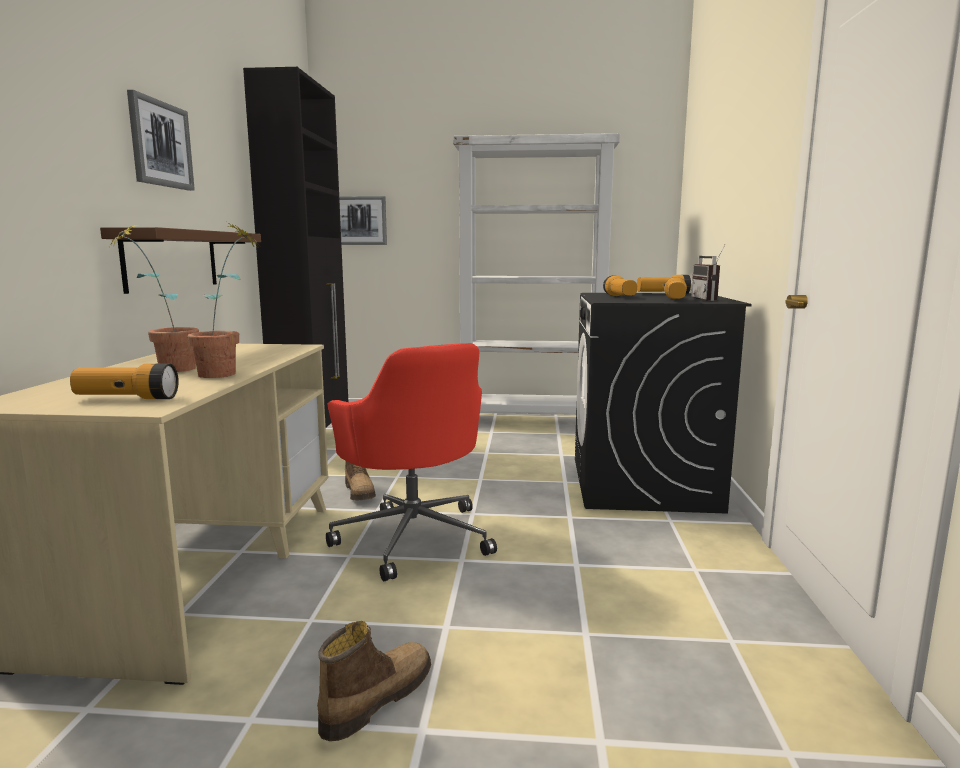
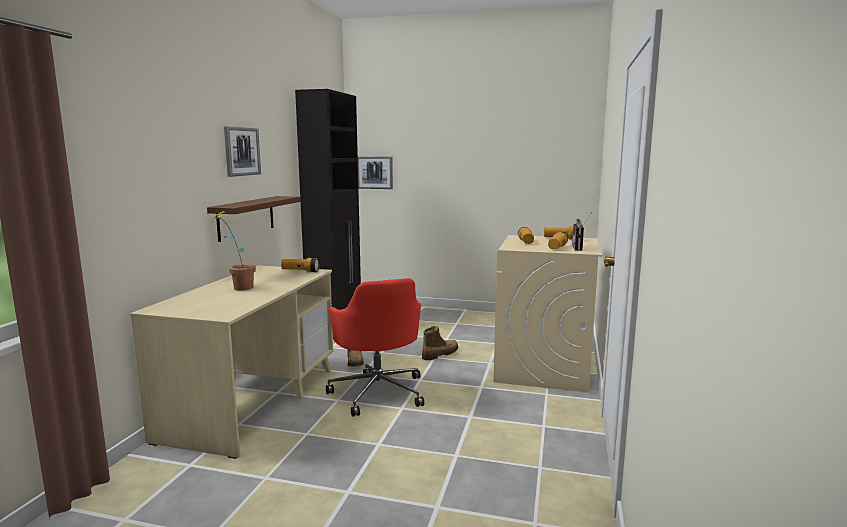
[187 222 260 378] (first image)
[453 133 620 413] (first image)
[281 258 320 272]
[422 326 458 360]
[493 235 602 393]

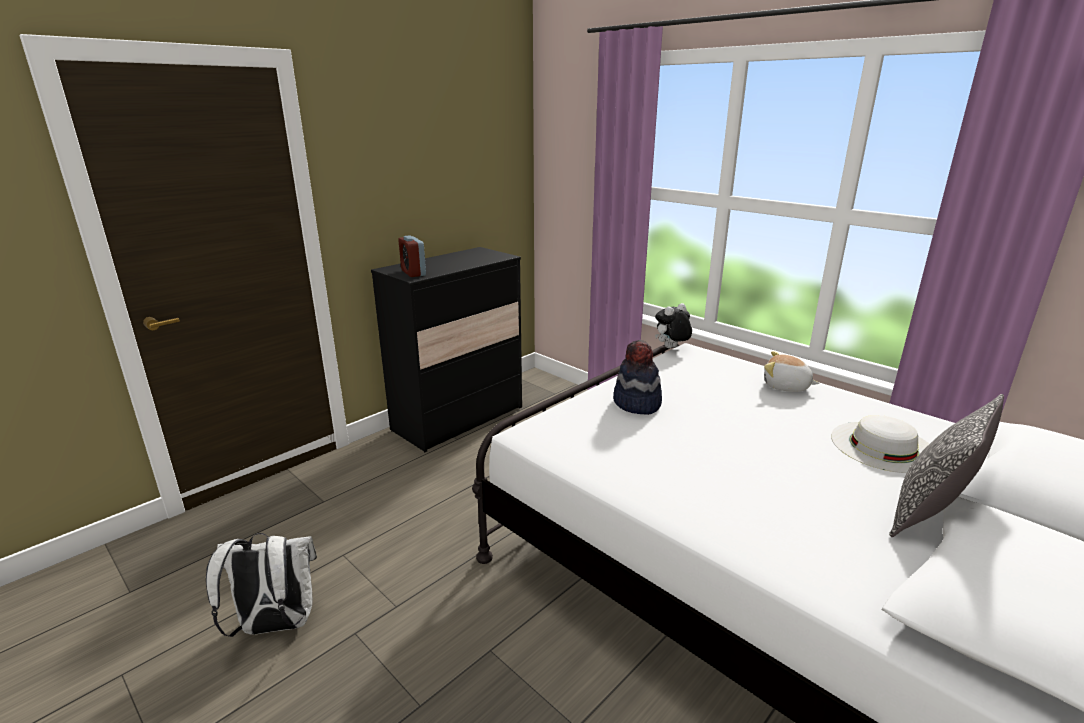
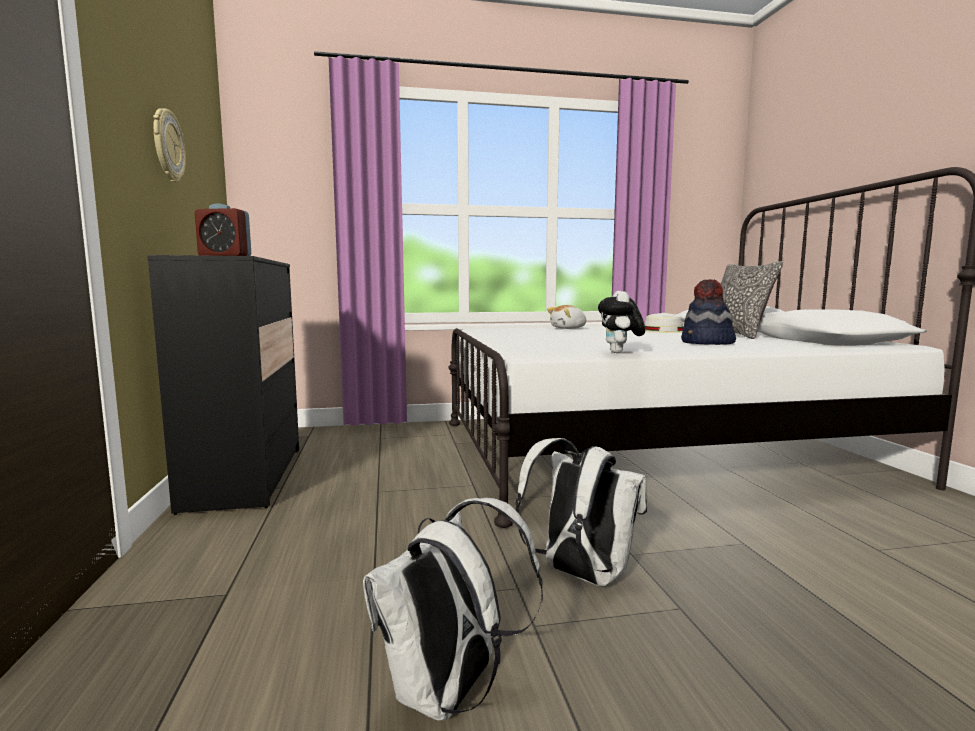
[153 108 186 182]
[515 438 647 586]
[681 279 736 345]
[598 291 645 353]

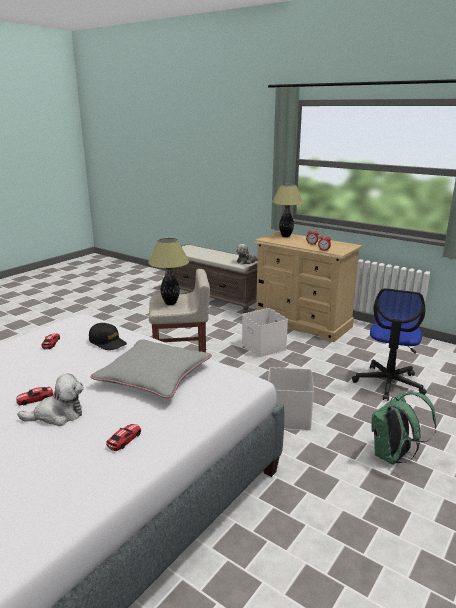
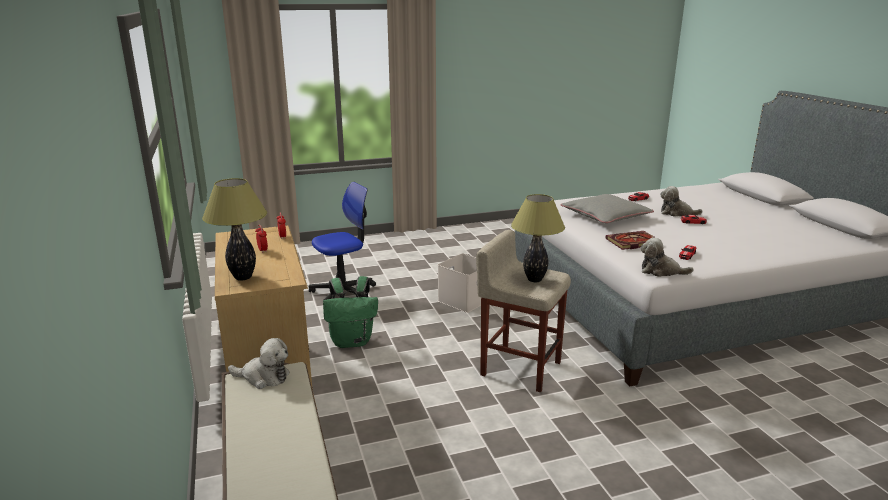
[242 308 288 358] (first image)
[640 237 694 277]
[323 276 378 348]
[605 231 656 250]

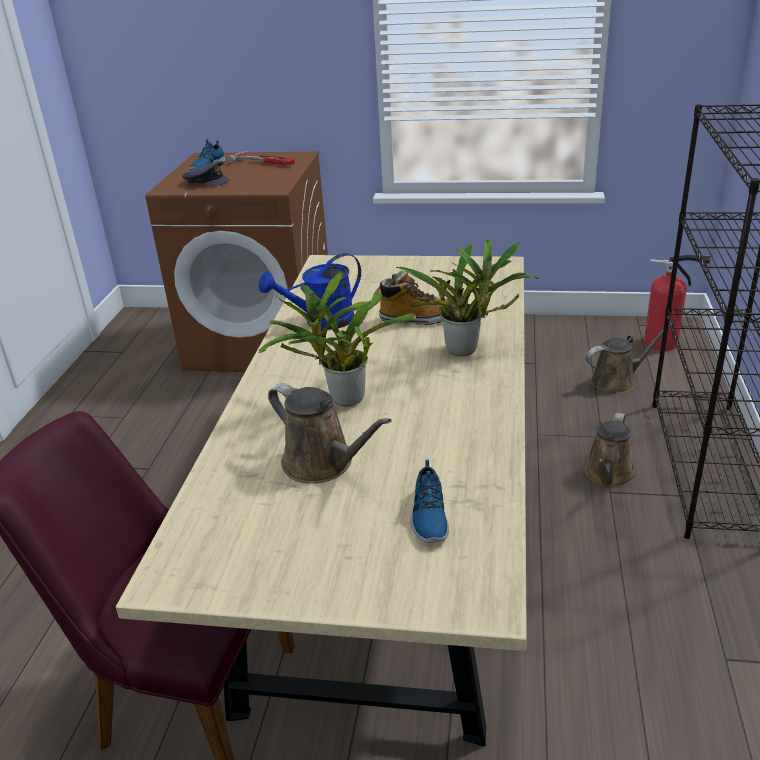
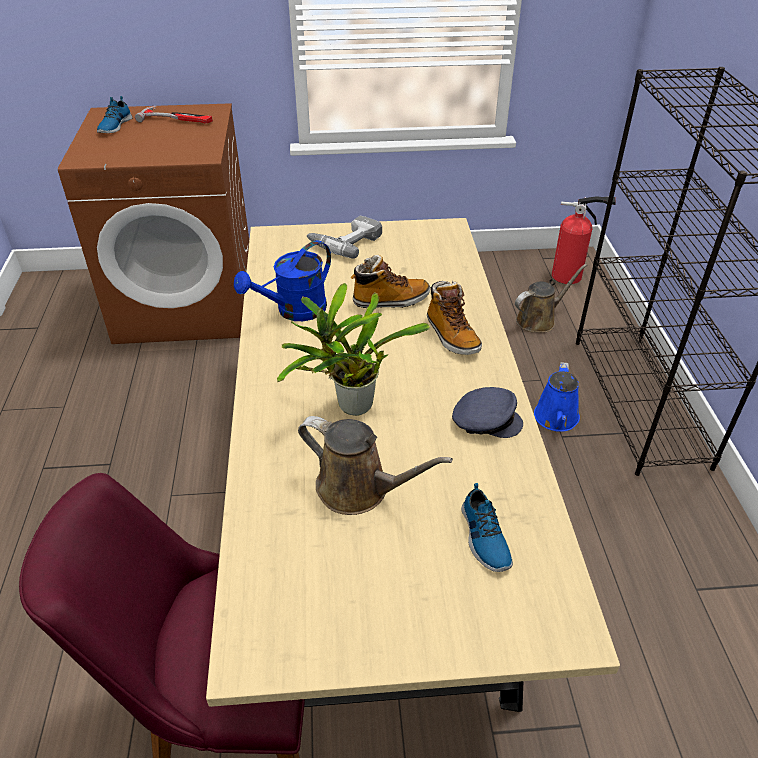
[307 216 382 259]
[452 387 523 438]
[427 281 482 355]
[534 362 580 432]

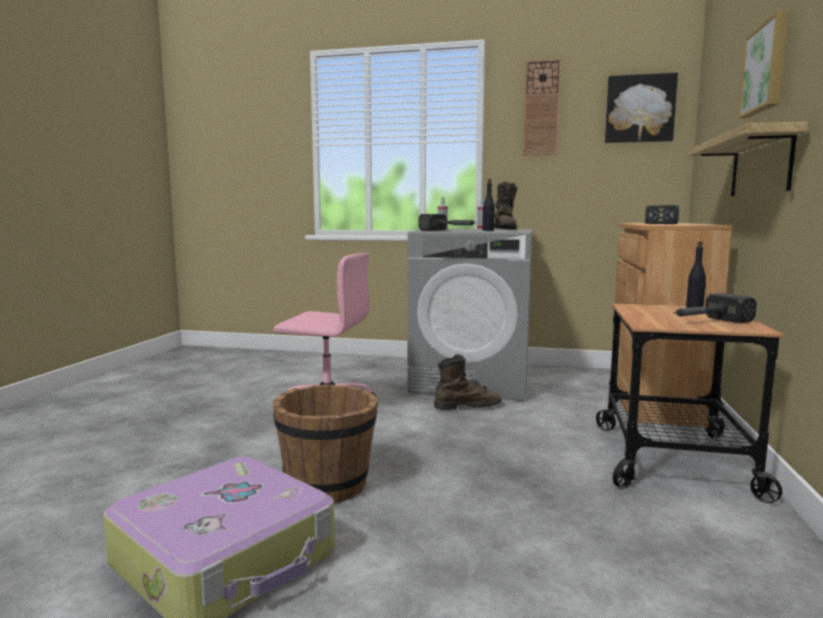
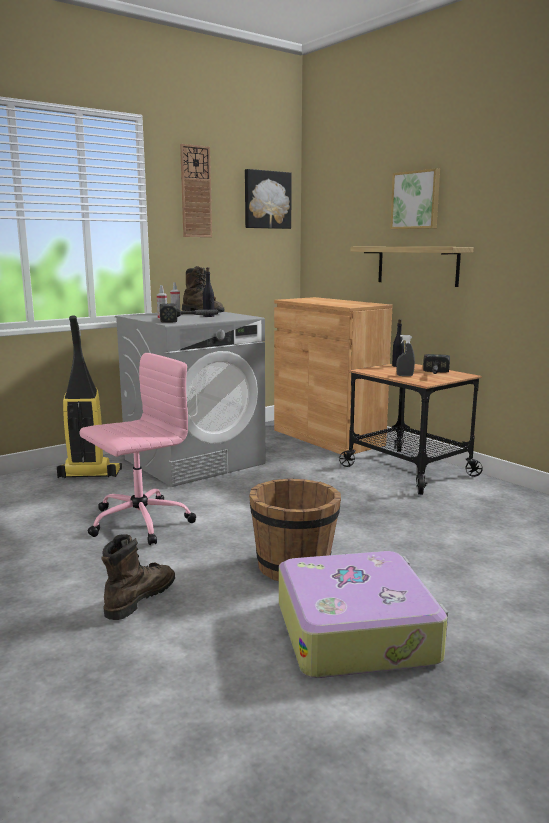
[645 205 679 224] (first image)
[57 316 122 478]
[396 335 415 376]
[102 534 175 620]

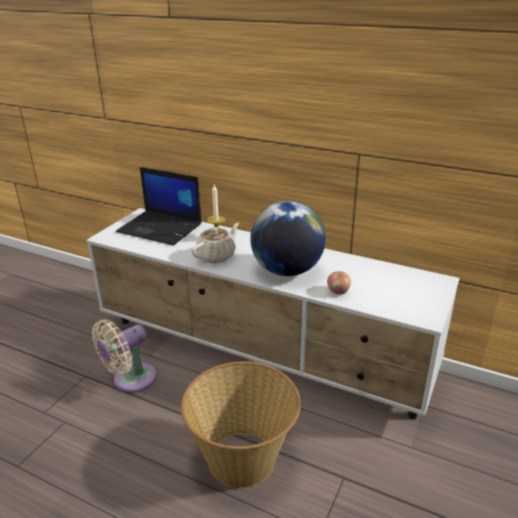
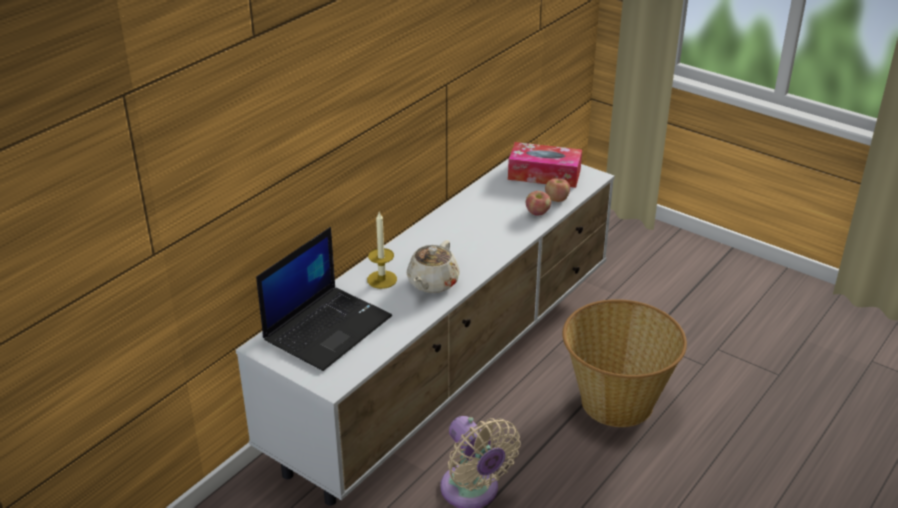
[250 201 326 276] (first image)
[508 142 582 188]
[545 178 570 202]
[407 240 460 293]

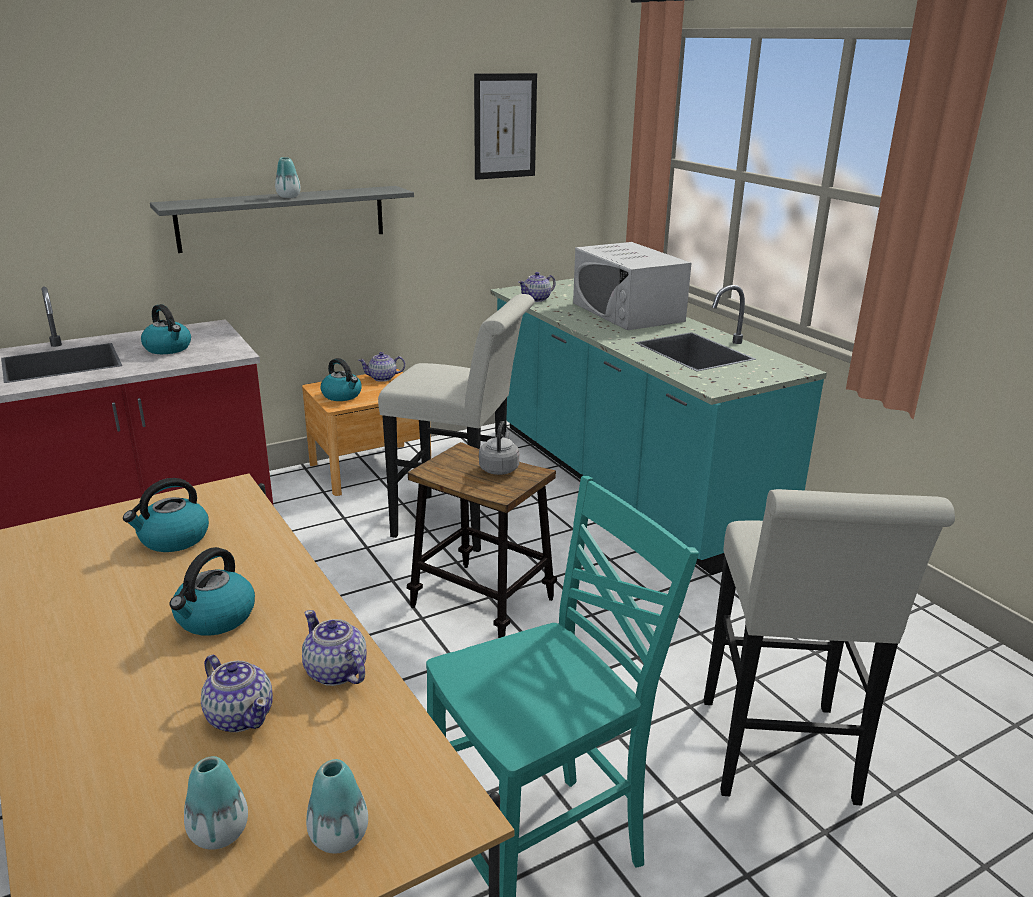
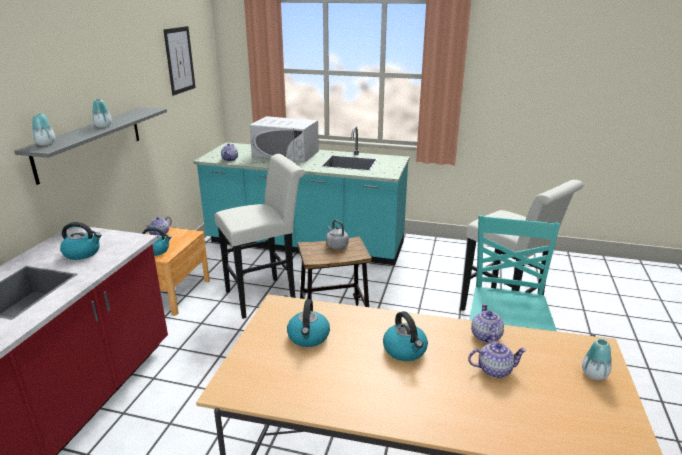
[32 114 55 146]
[471 303 504 344]

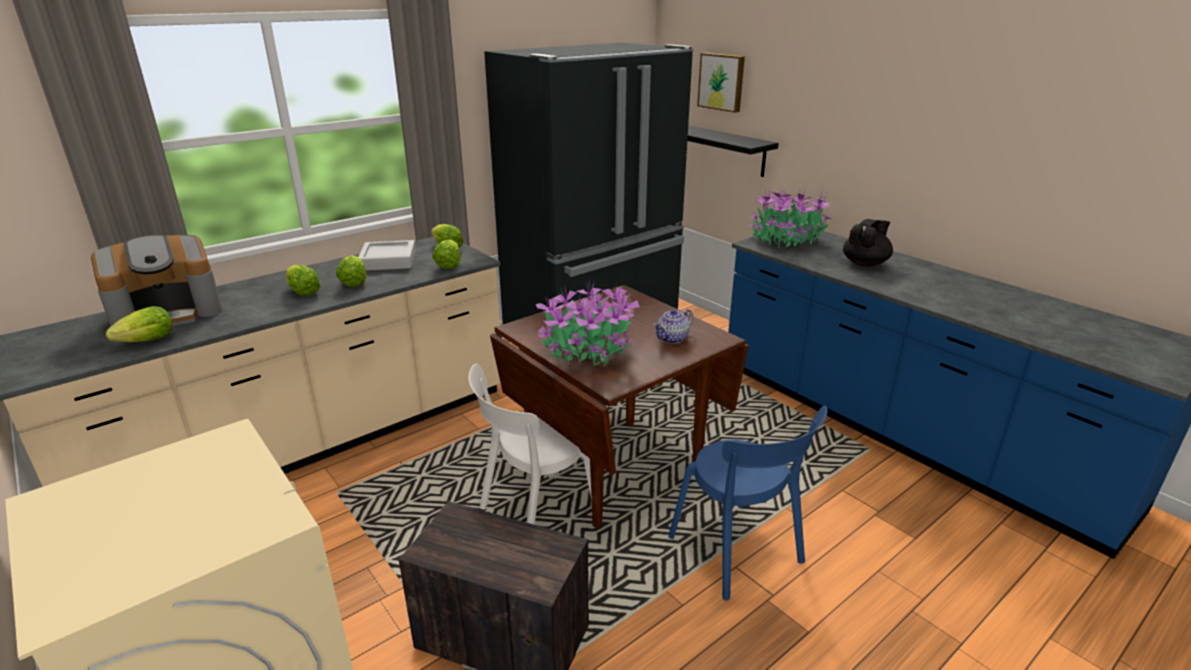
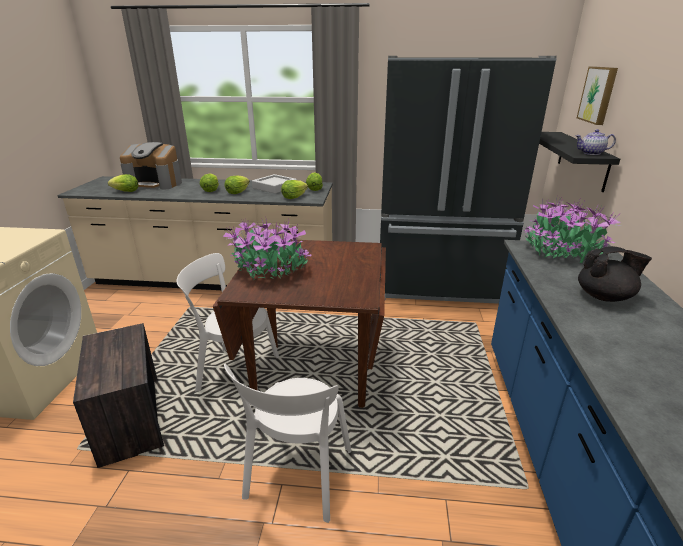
[575 129 616 155]
[224 364 351 523]

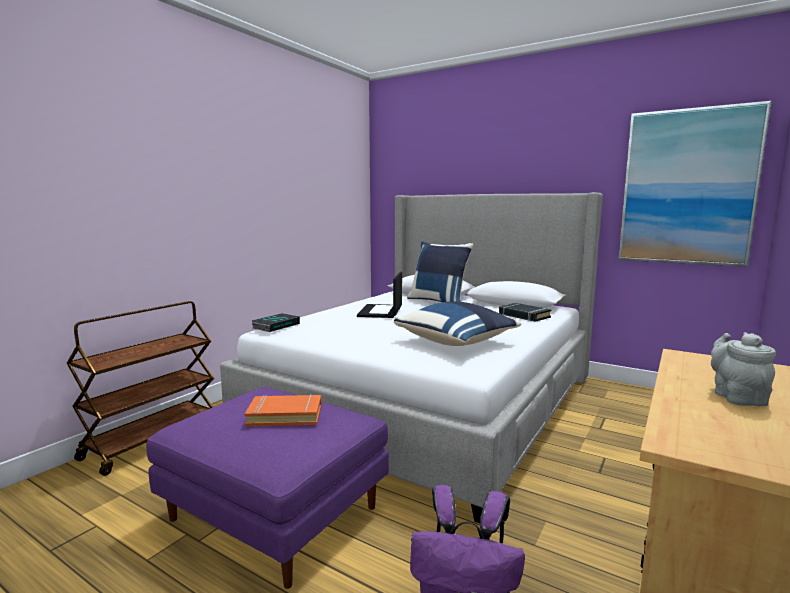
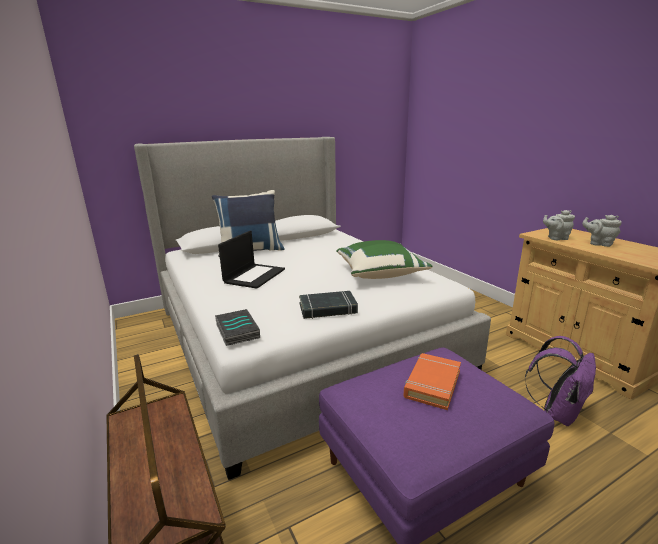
[618 101 771 267] (first image)
[543 210 575 240]
[299 291 358 319]
[336 240 432 279]
[218 231 285 289]

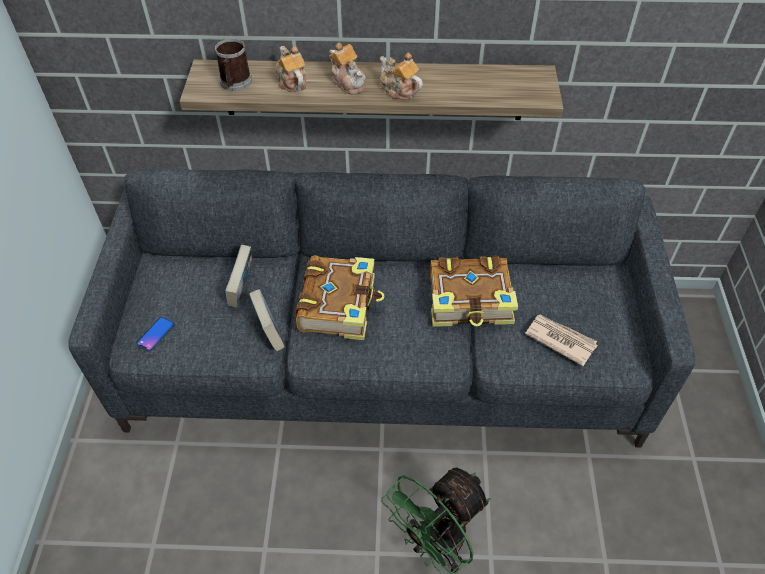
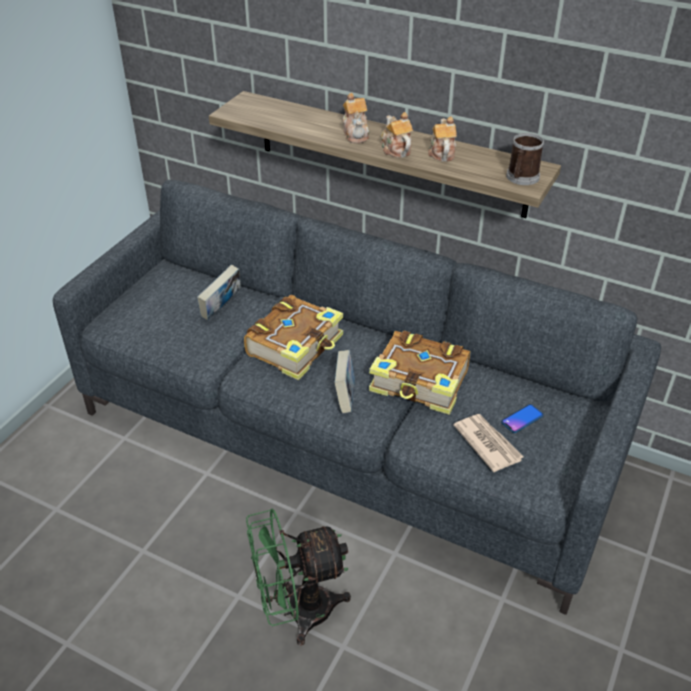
[501 404 544 433]
[506 133 544 185]
[334 350 355 413]
[428 117 457 162]

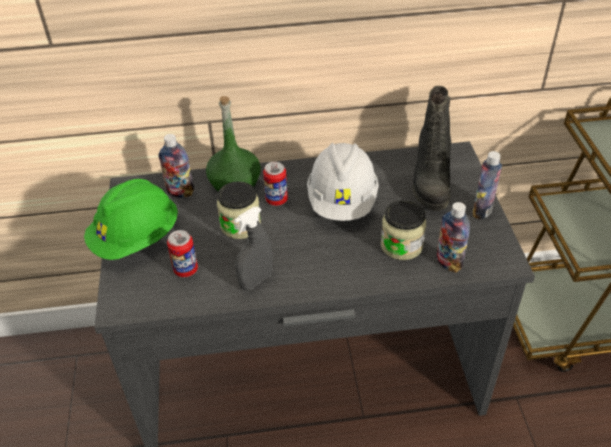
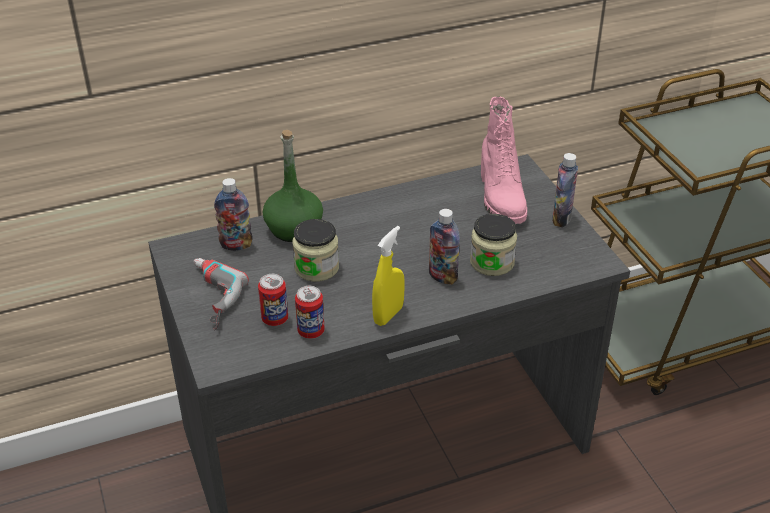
[234 207 272 290] (first image)
[307 143 379 221] (first image)
[372 226 405 326]
[295 286 325 339]
[429 209 460 285]
[193 258 249 331]
[481 96 527 224]

